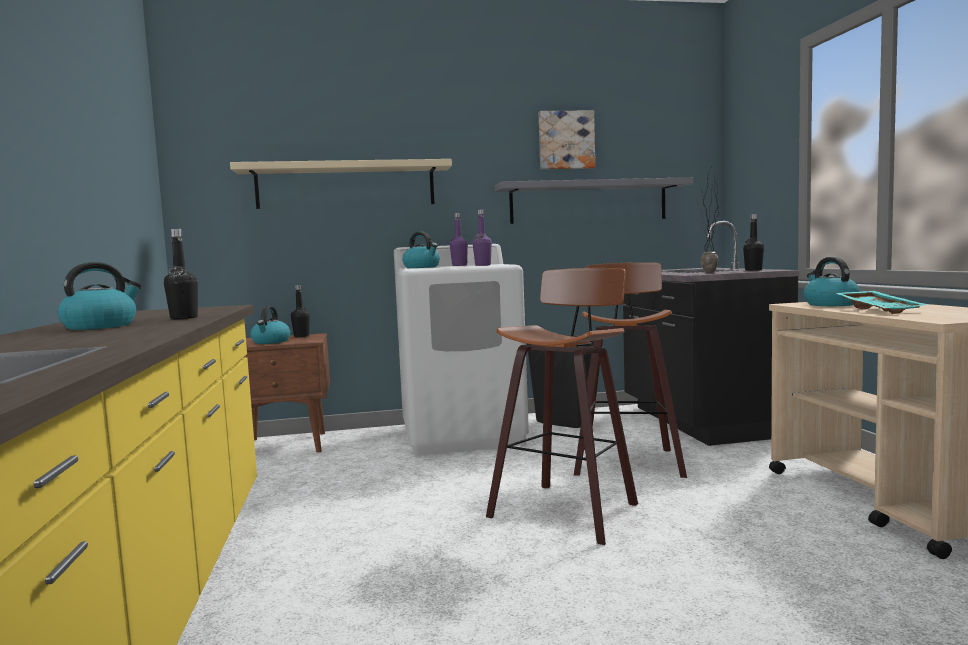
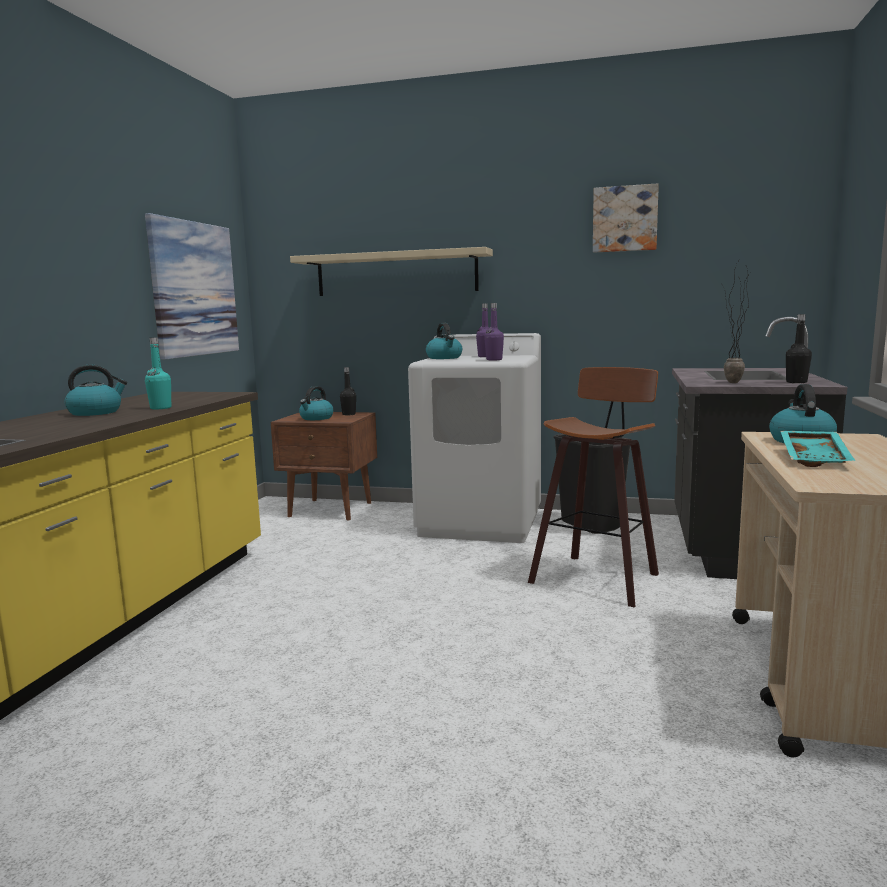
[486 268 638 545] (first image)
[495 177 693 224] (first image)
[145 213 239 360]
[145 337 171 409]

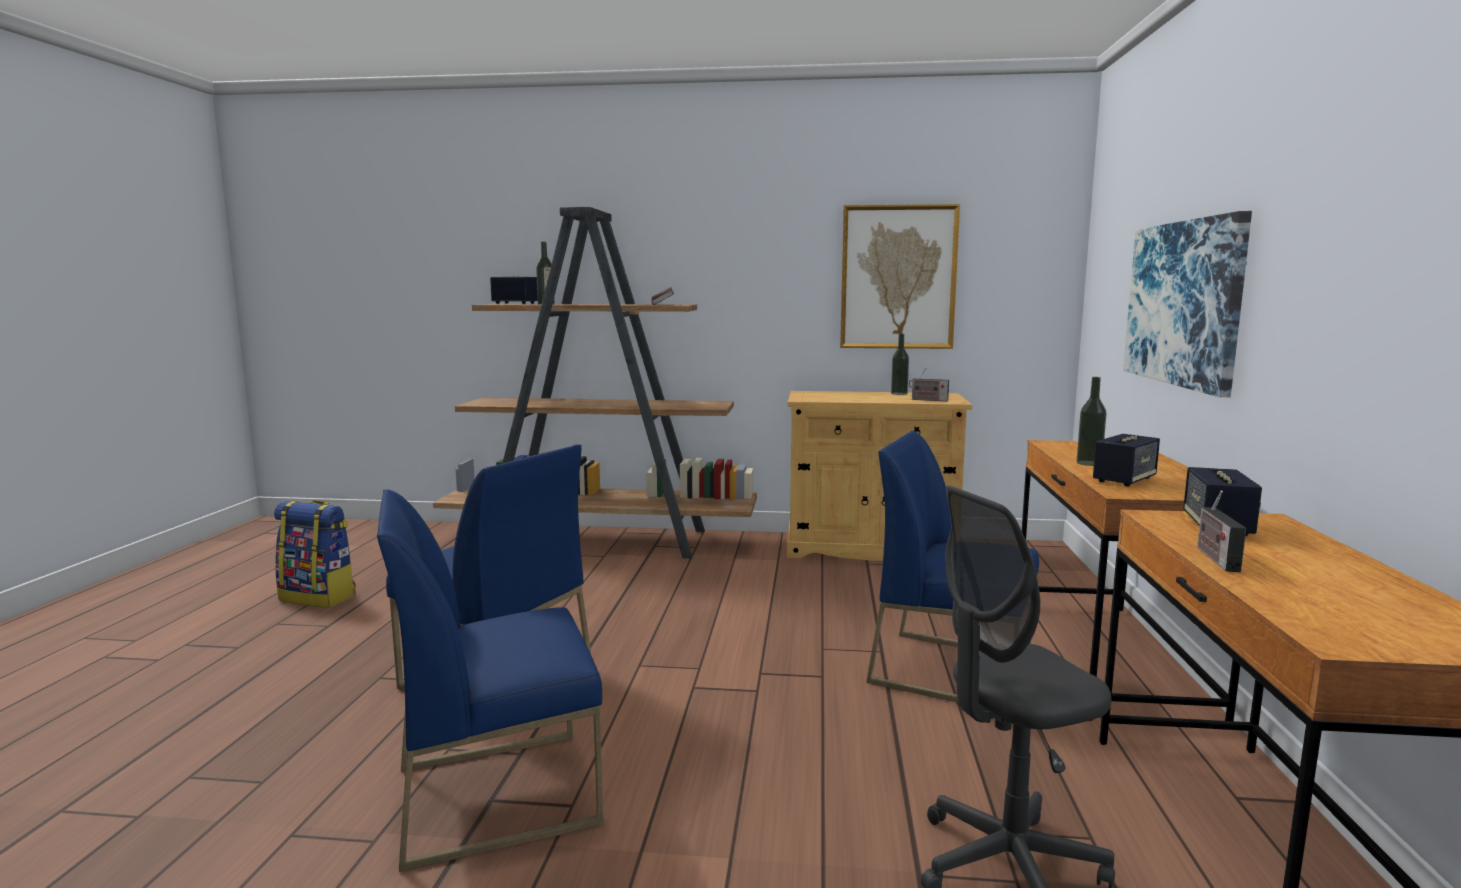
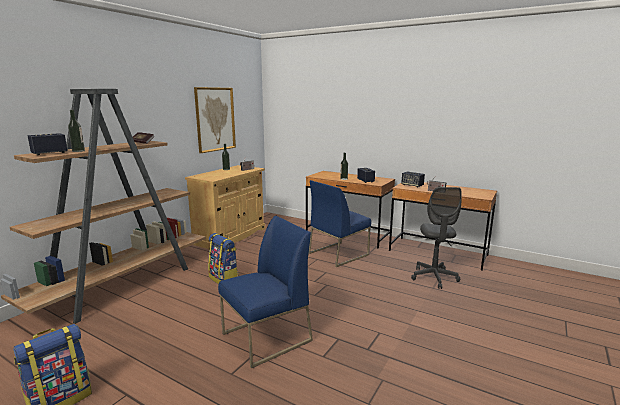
[377 489 604 872] (first image)
[1123 211 1252 397] (first image)
[208 233 239 284]

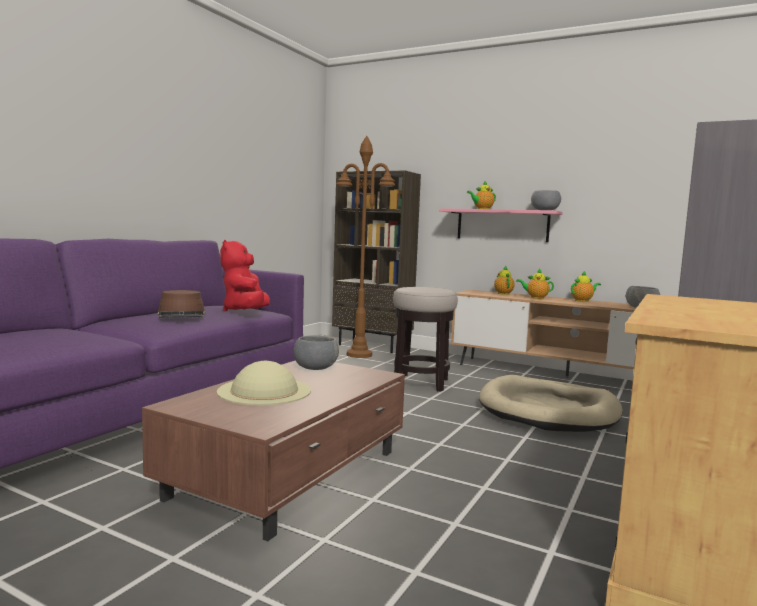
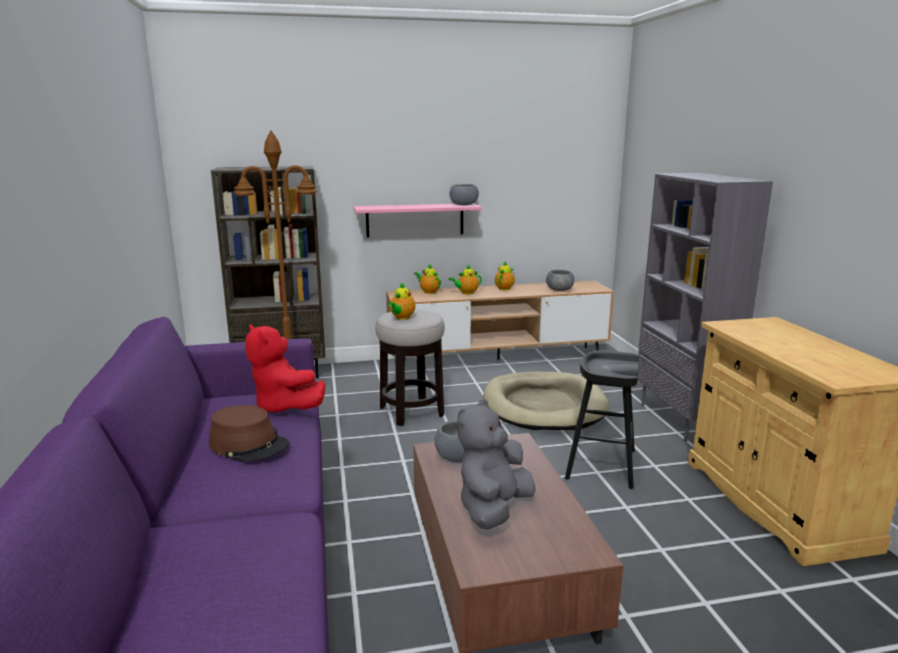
[565 350 638 489]
[388 283 415 320]
[457 399 536 530]

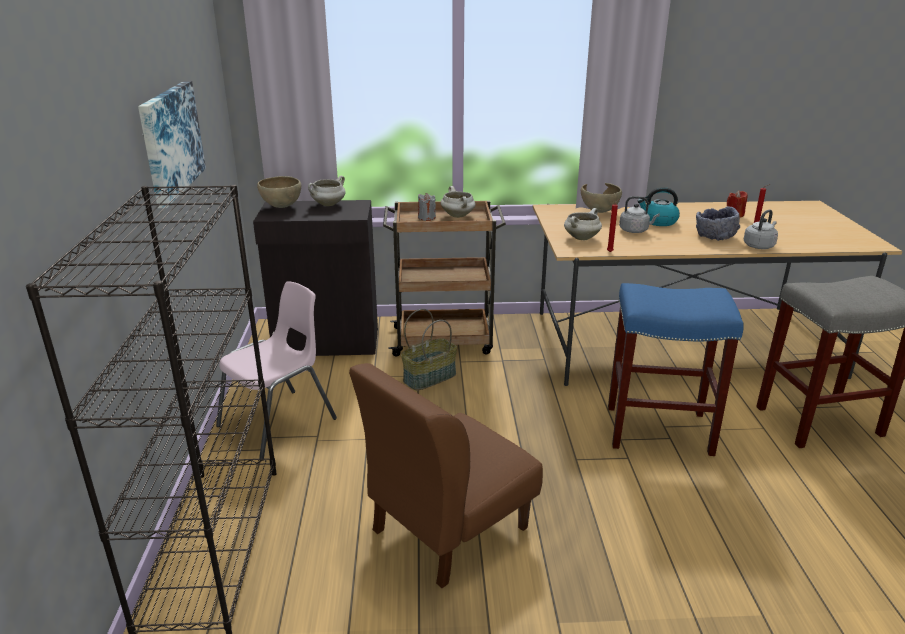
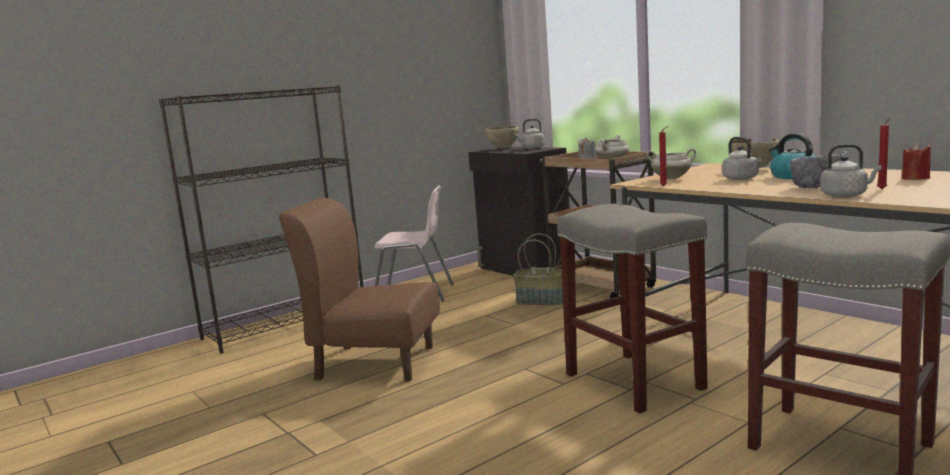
[138 81 206 208] (first image)
[514 119 545 149]
[557 204 708 414]

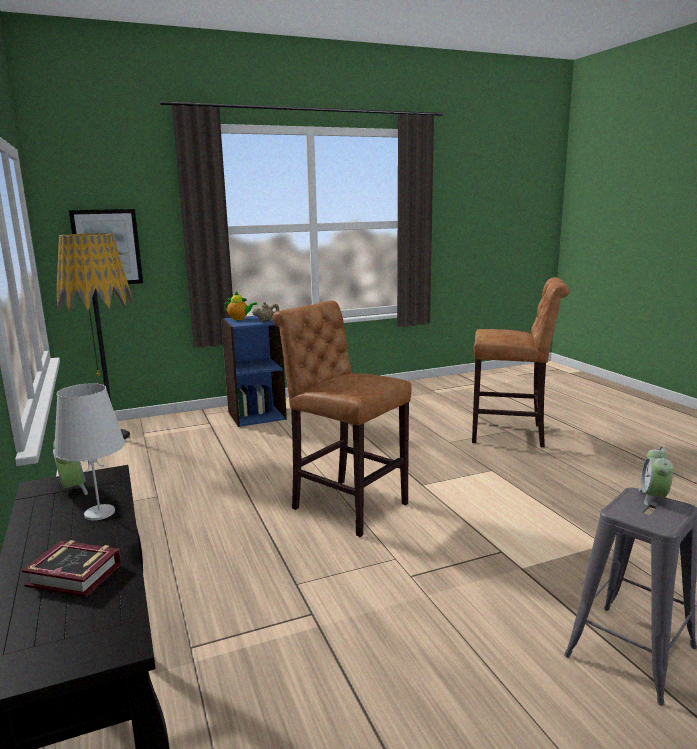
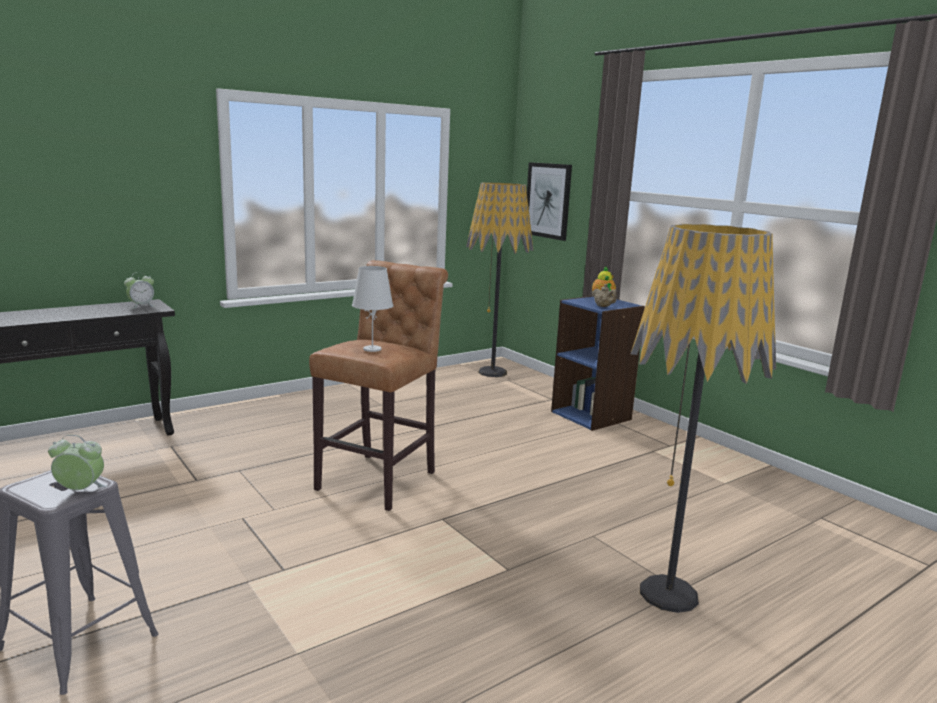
[22 540 121 597] (first image)
[352 266 393 352]
[631 224 776 613]

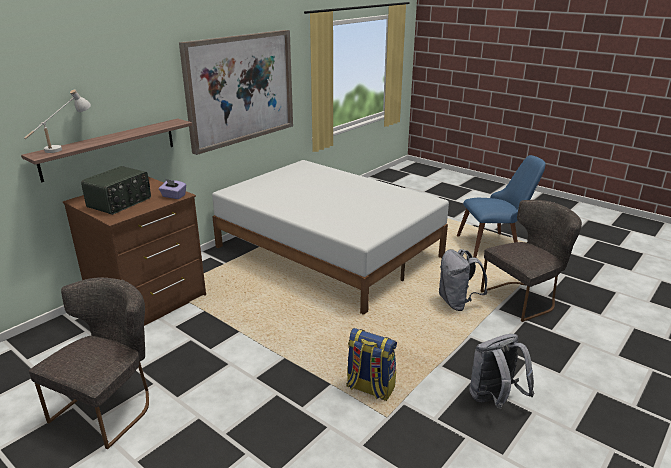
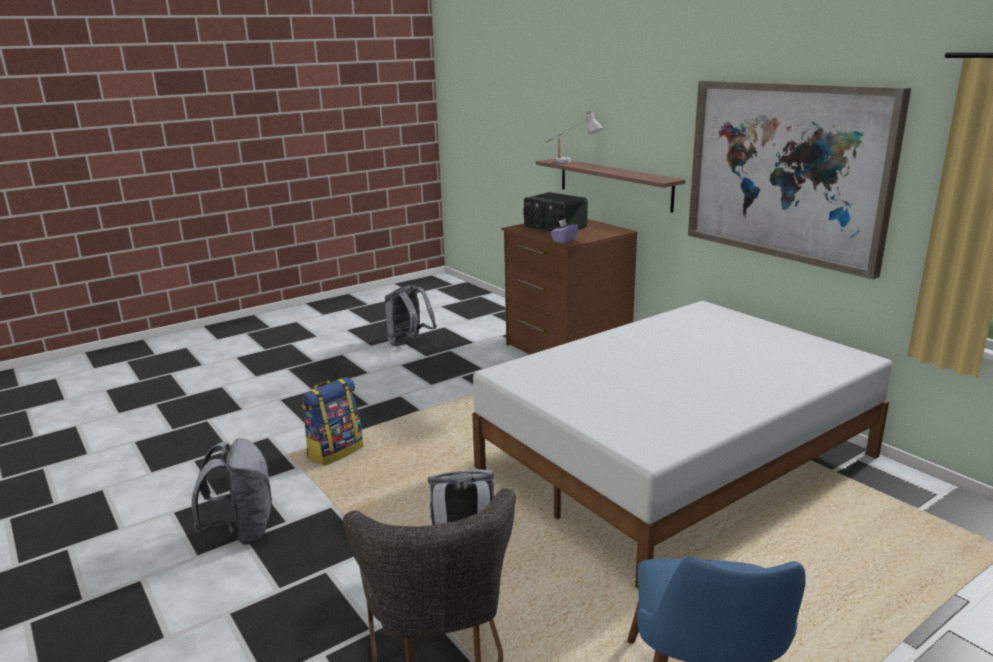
[385 285 437 346]

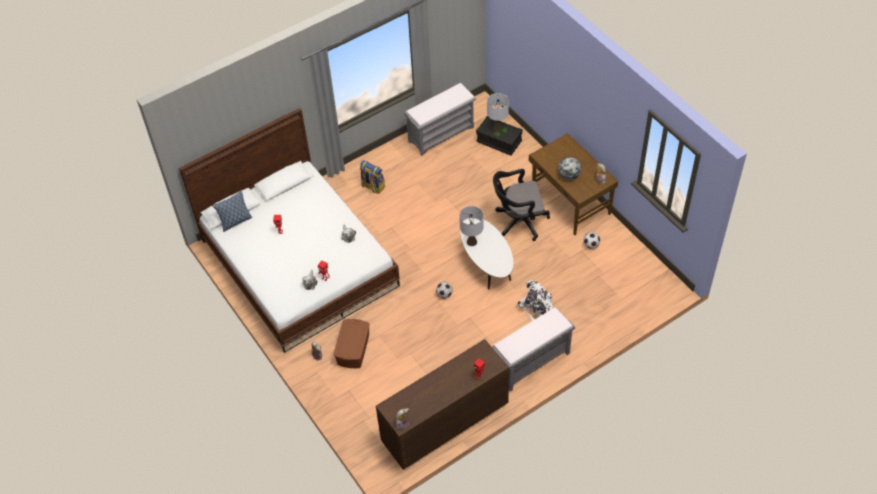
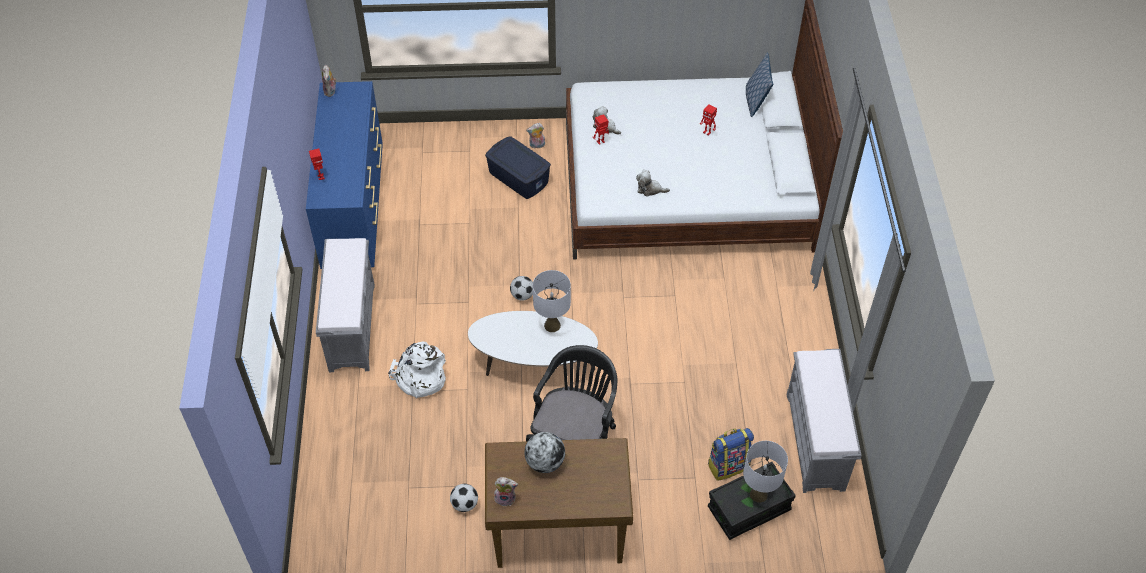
[708 428 754 481]
[485 136 551 199]
[306 81 383 269]

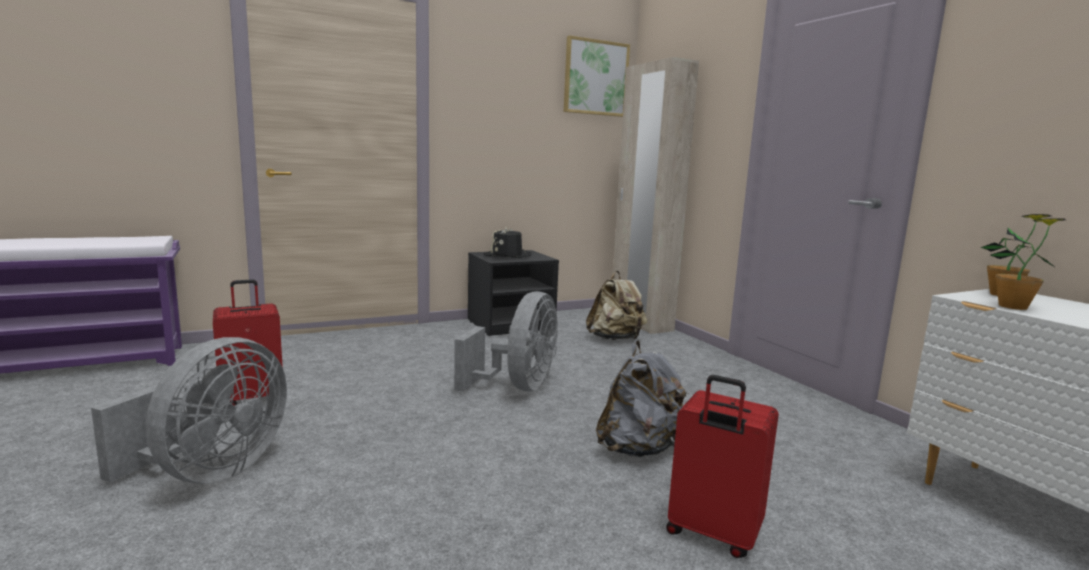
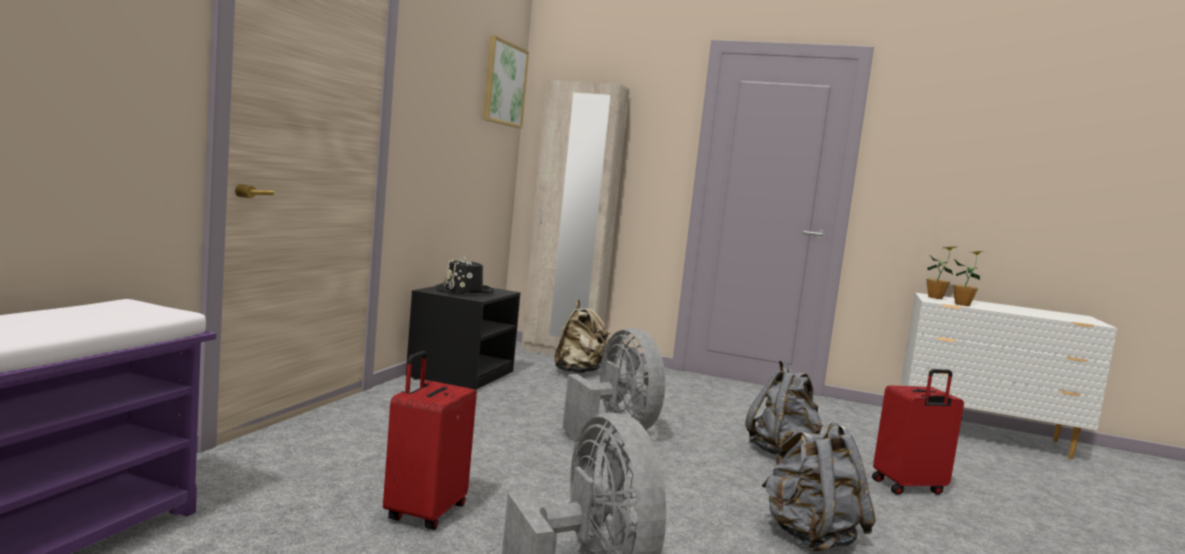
[762 422 876 552]

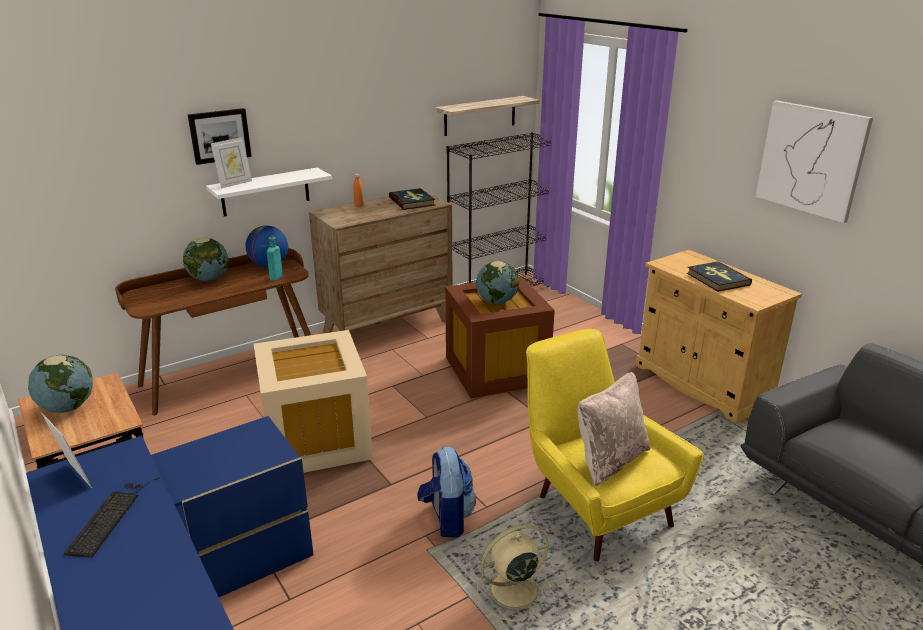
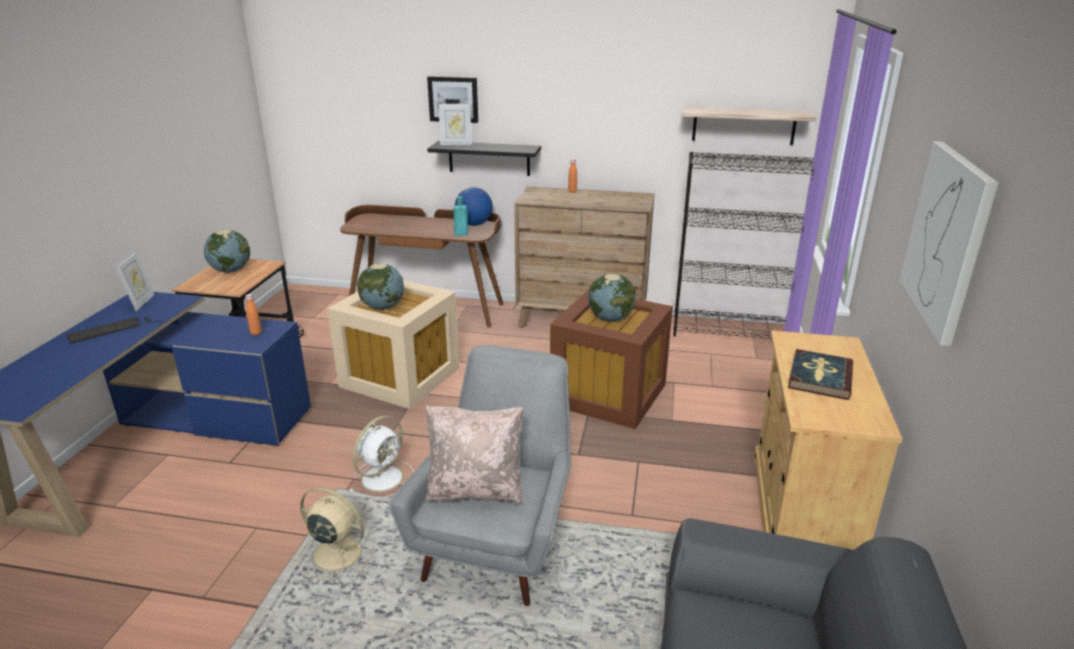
[389 188 435 210] (first image)
[245 294 262 335]
[357 263 404 310]
[350 415 414 499]
[427 141 541 176]
[388 345 571 606]

